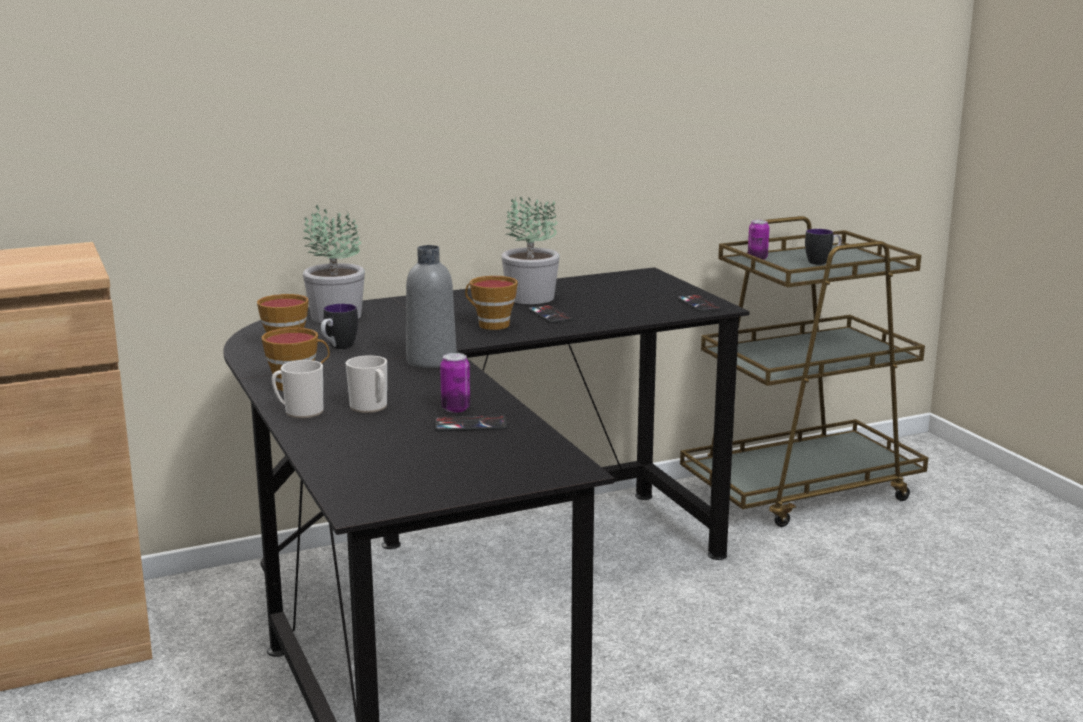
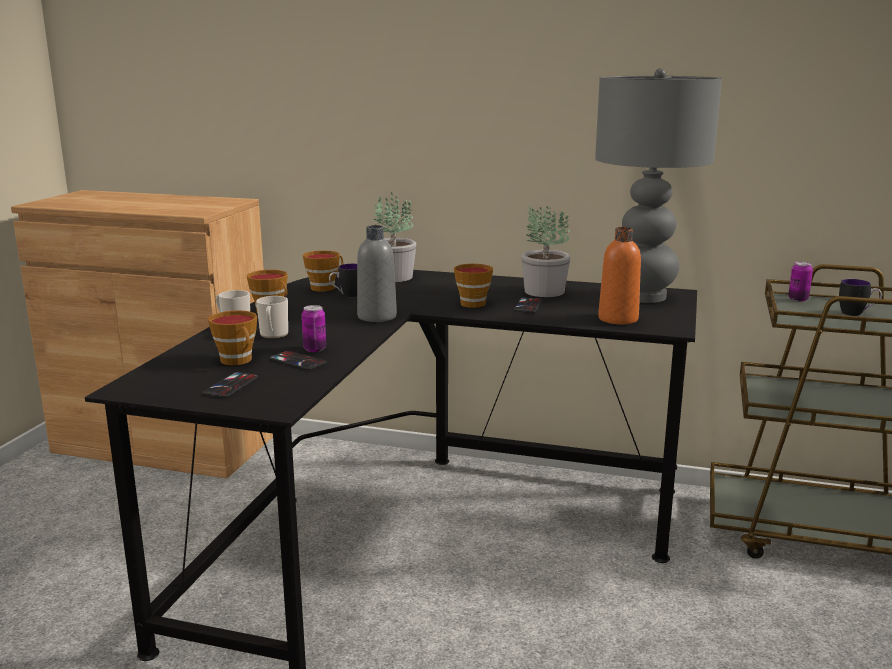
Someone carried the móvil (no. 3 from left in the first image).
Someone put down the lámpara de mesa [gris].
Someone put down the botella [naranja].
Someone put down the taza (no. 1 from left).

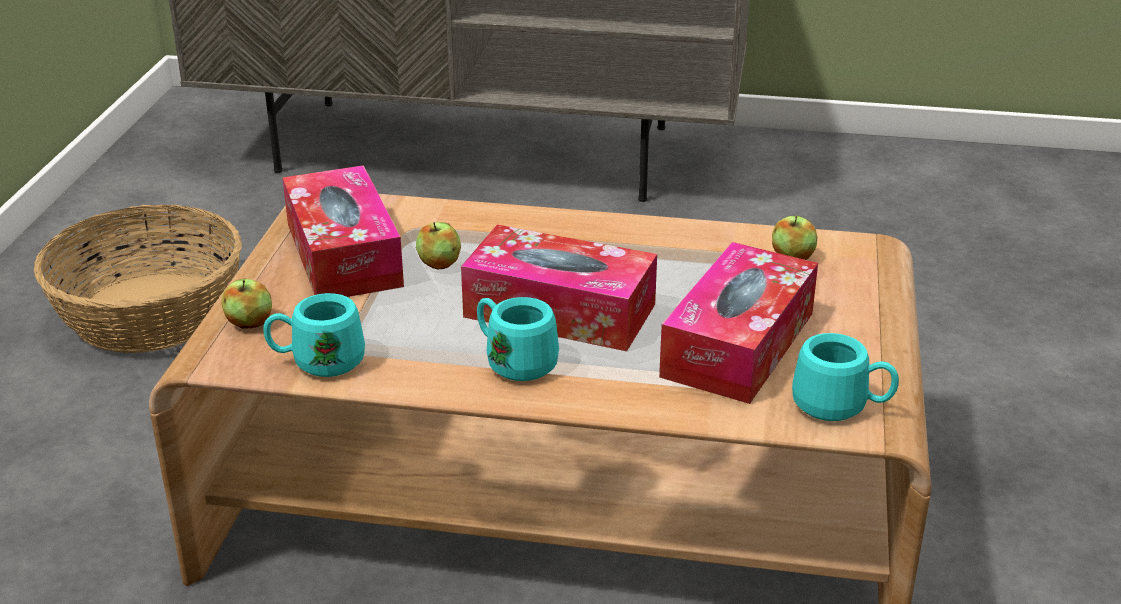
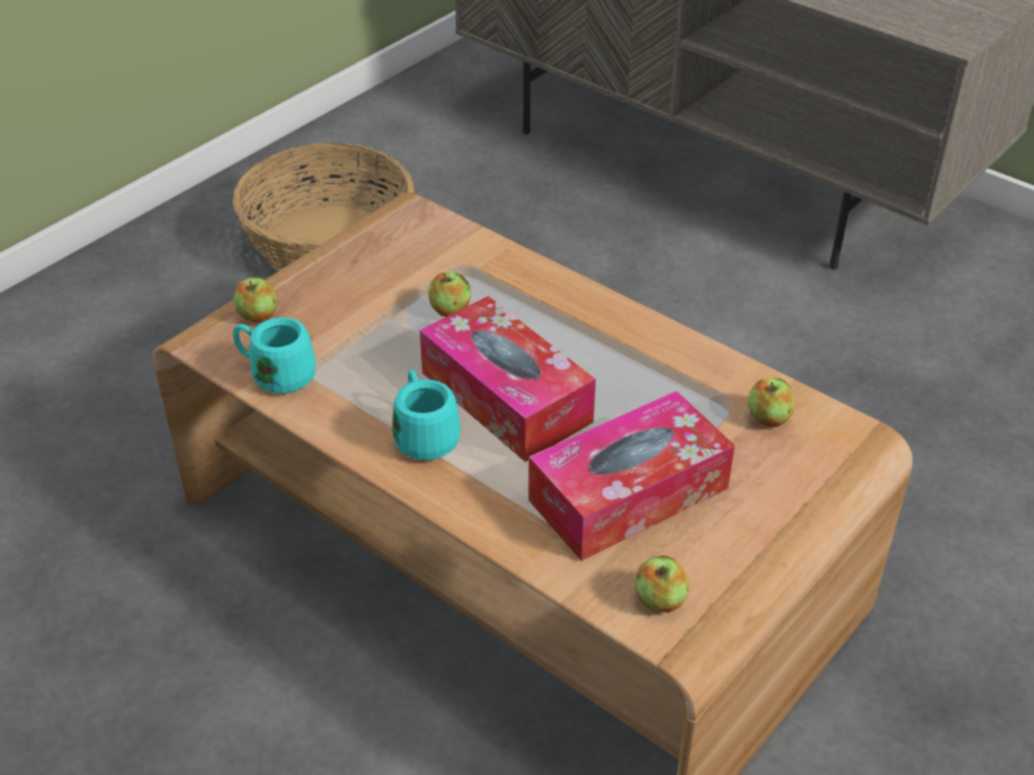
Someone took away the caja de pañuelos (no. 1 from left).
Someone swapped the taza grande [turquesa] (no. 3 from left) for the manzana (no. 3 from left).

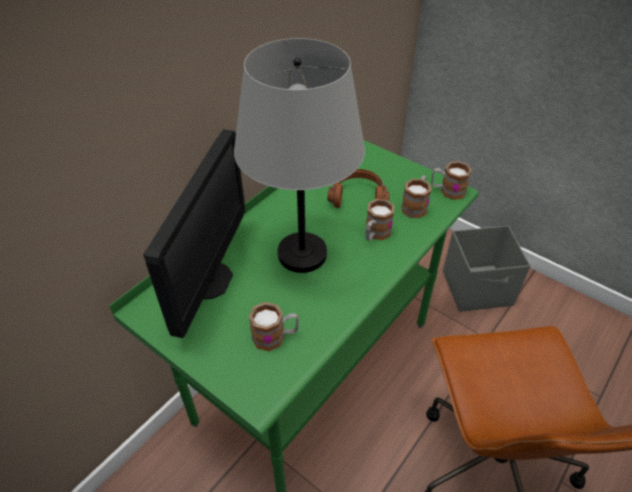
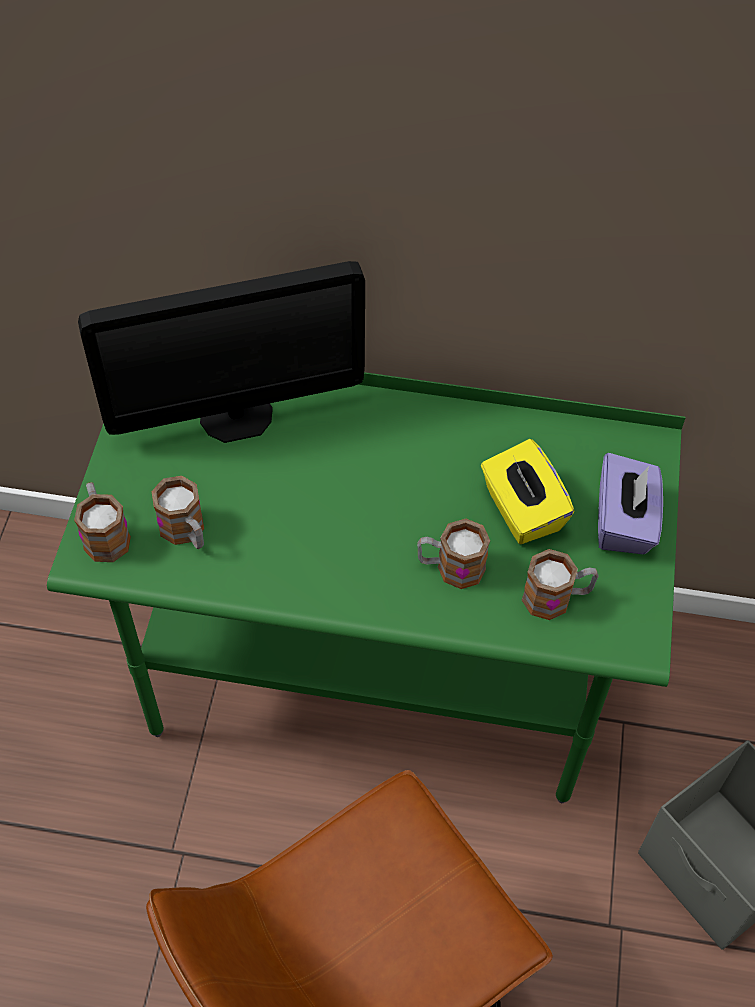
Someone took away the lámpara de mesa [gris].
Someone carried the taza grande (no. 4 from left in the first image).
Someone swapped the auriculares [marrón] for the caja de pañuelos [amarillo].
Someone put down the caja de pañuelos [morado].

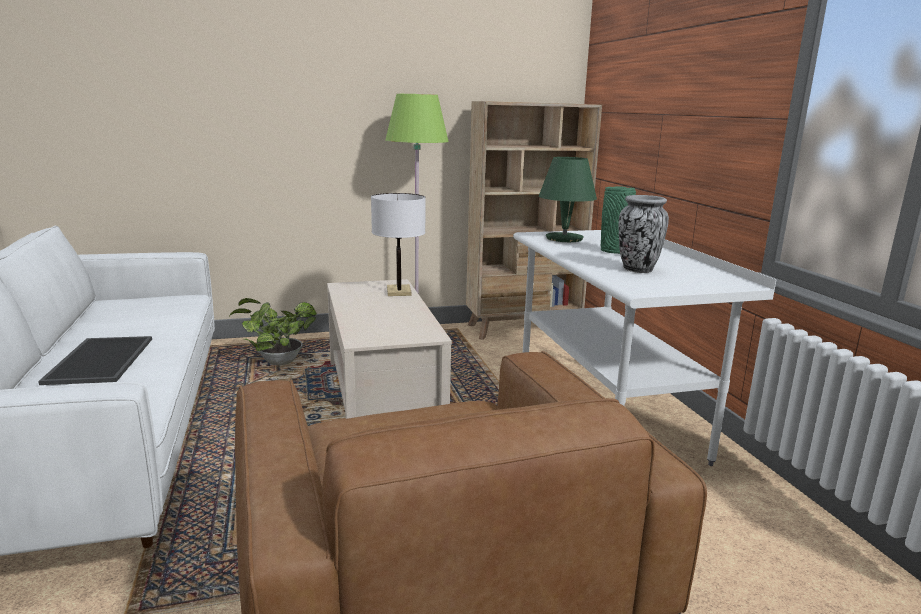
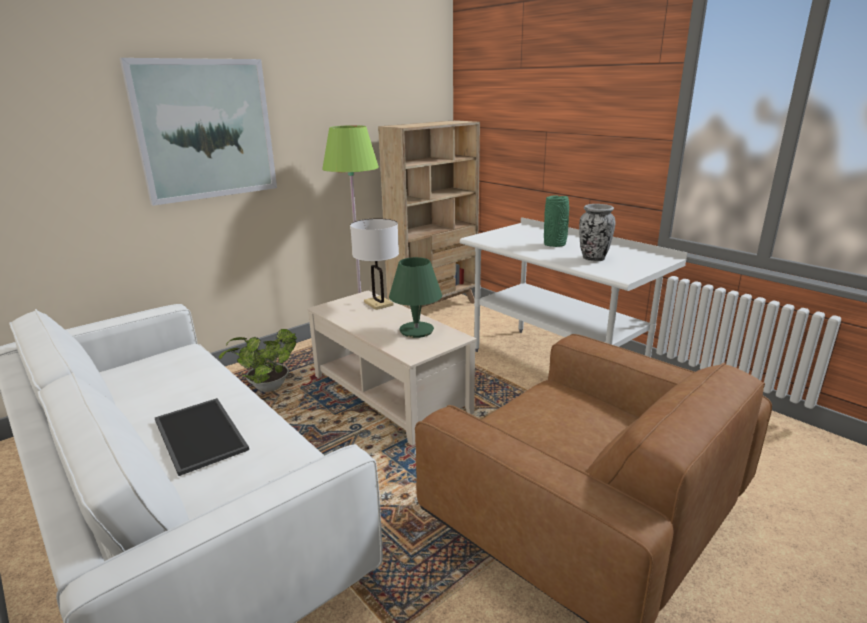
Someone carried the lámpara de mesa [verde].
Someone put up the cuadro.

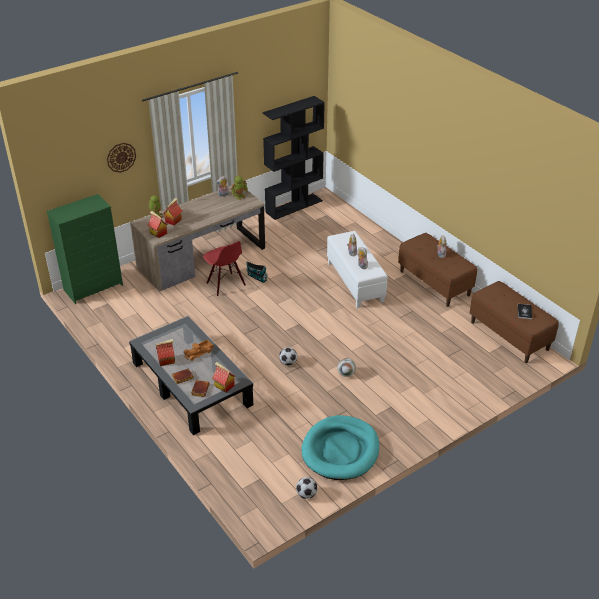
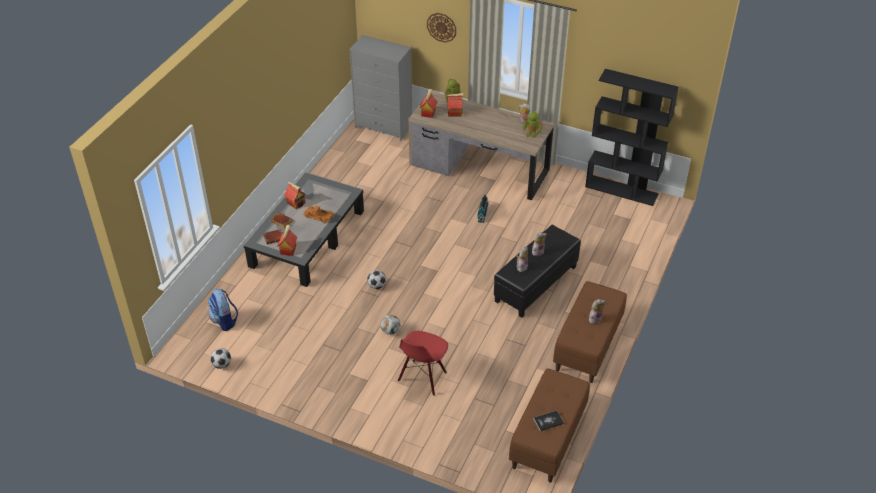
Someone repainted the cómoda [verde], which became the cómoda [gris].
Someone repainted the puf [blanco], which became the puf [negro].
Someone carried the silla [rojo].
Someone took away the cama para perro [turquesa].
Someone put down the mochila.

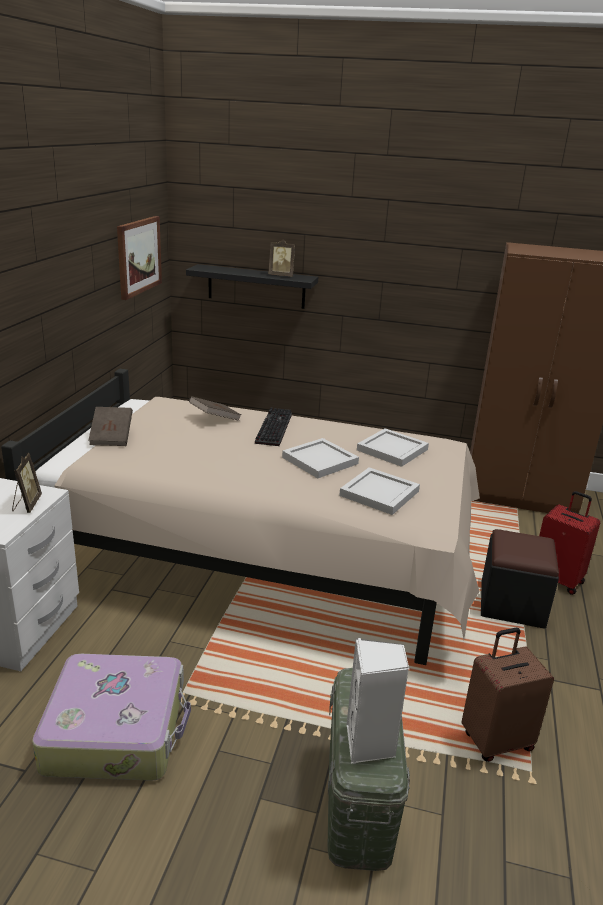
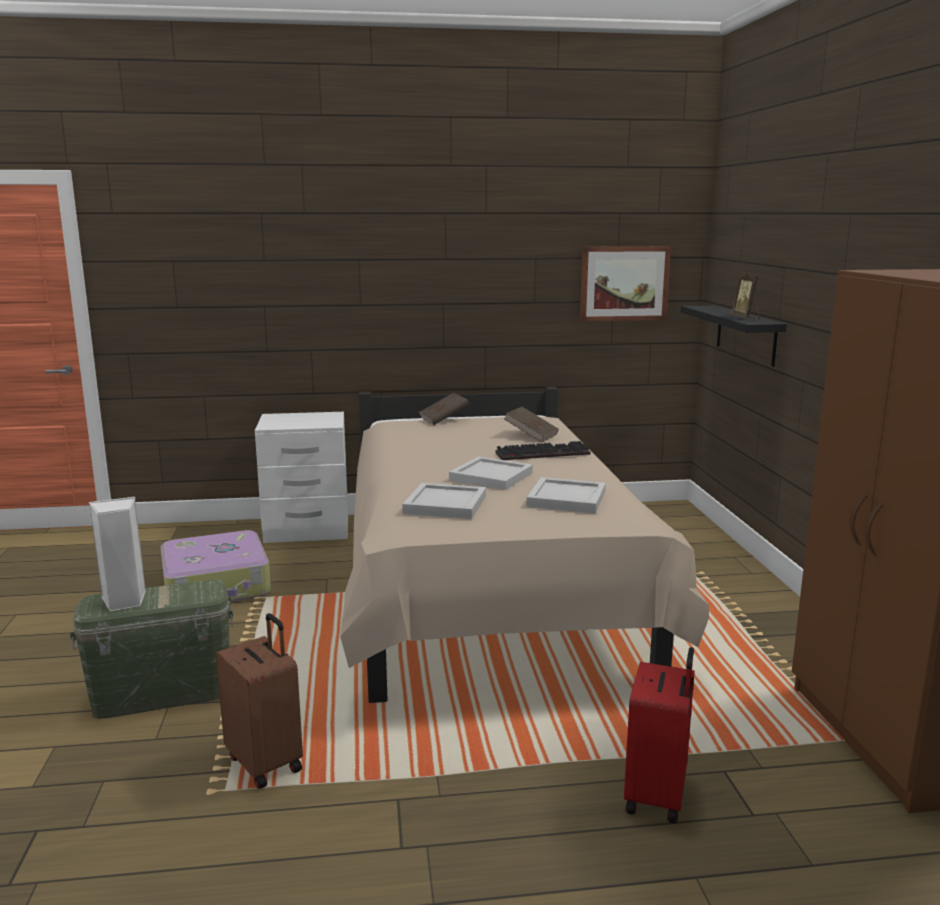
Someone took away the portarretratos (no. 1 from left).
Someone took away the puf [negro].

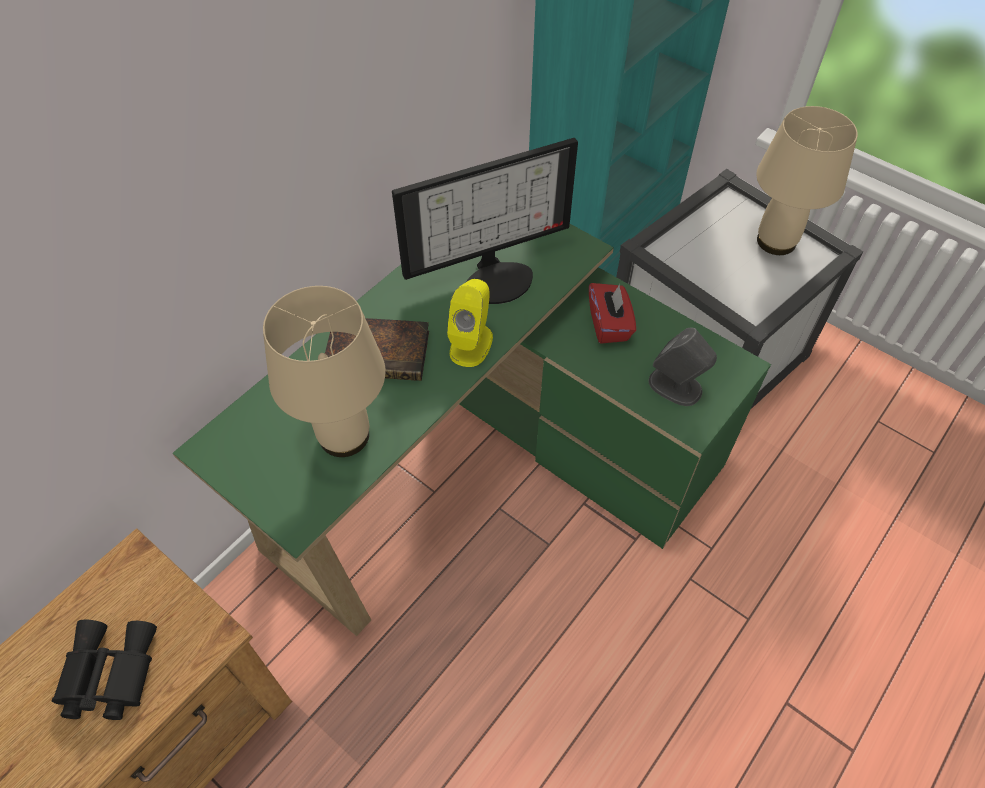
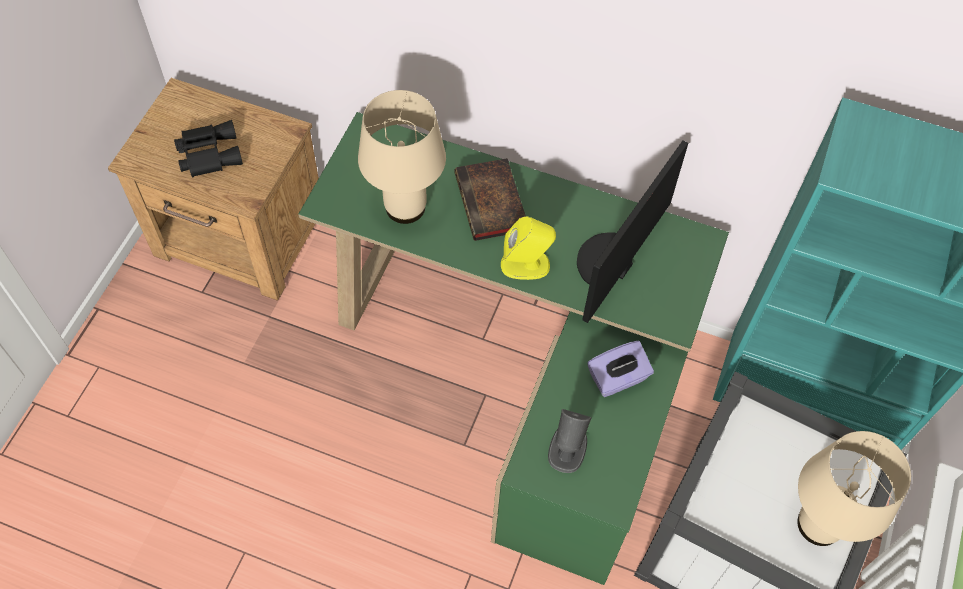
Someone rotated the monitor by 75 degrees clockwise.
Someone repainted the caja de pañuelos [rojo], which became the caja de pañuelos [morado].

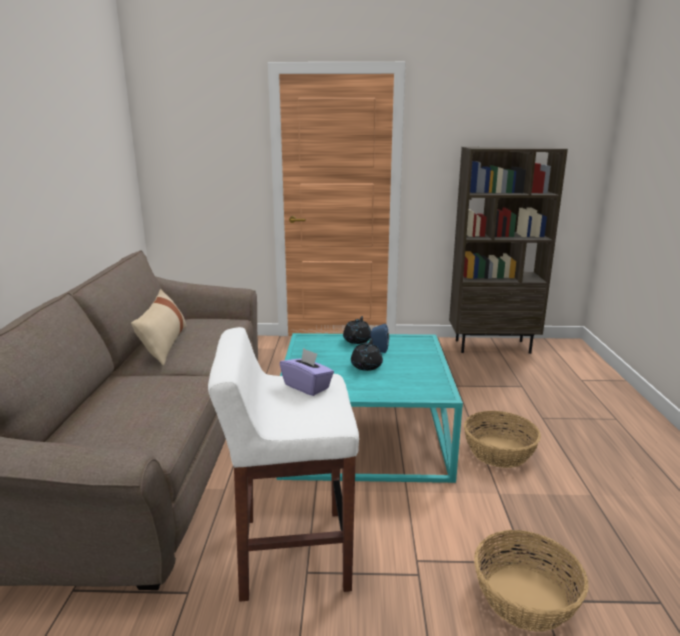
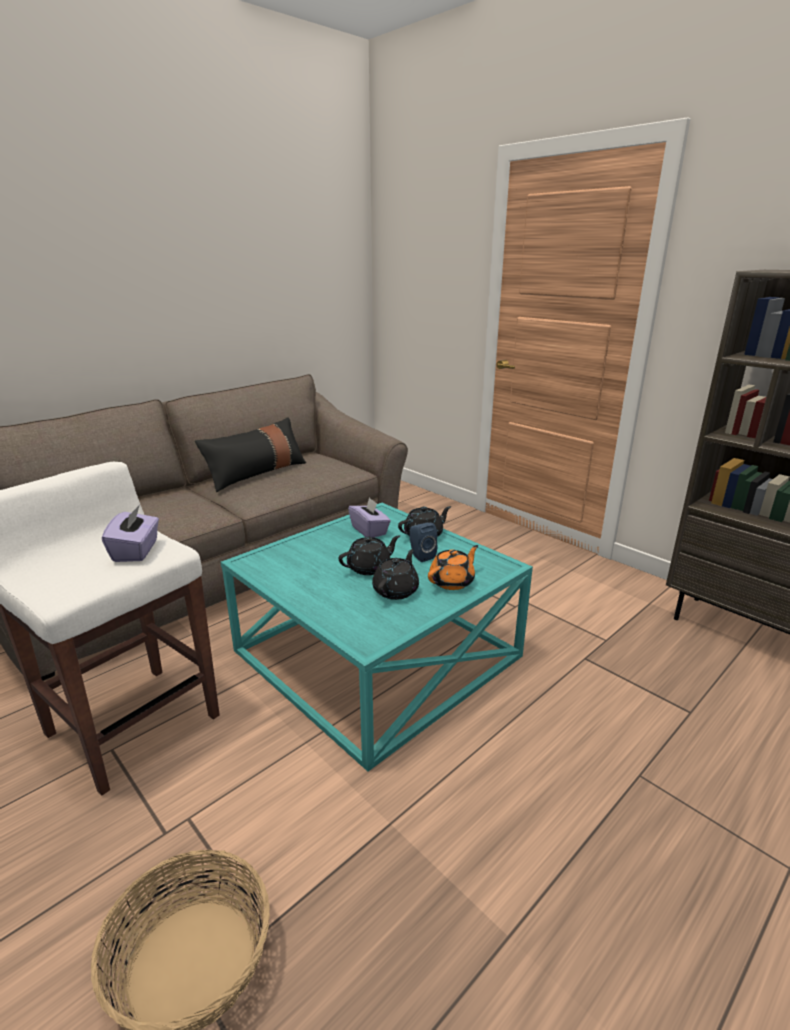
Someone repainted the cojín [beis], which became the cojín [negro].
Someone took away the cesta (no. 1 from left).
Someone put down the caja de pañuelos [morado] (no. 2 from left).
Someone put down the tetera [naranja].
Someone put down the tetera [negro] (no. 2 from left).

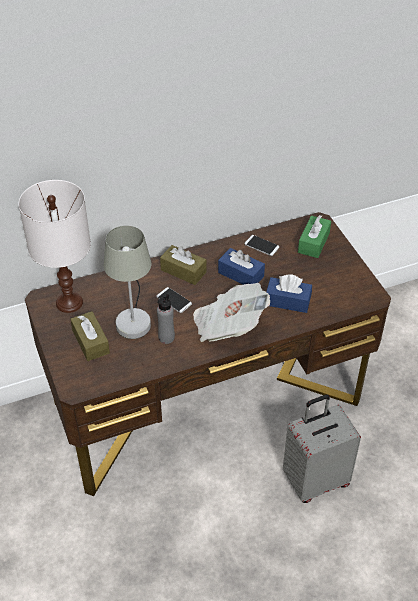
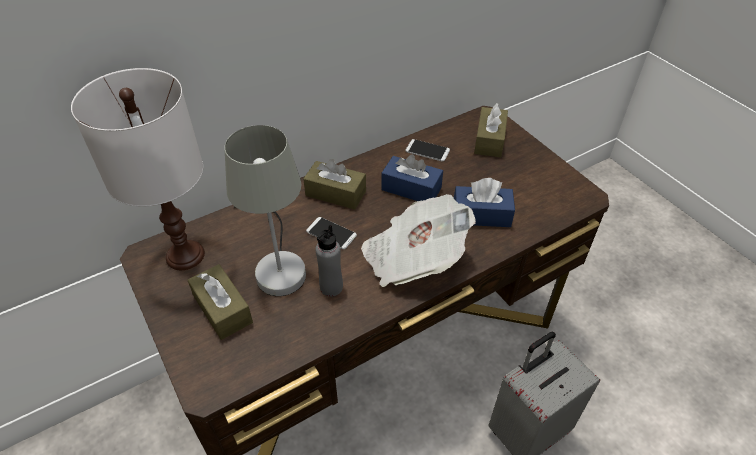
Someone repainted the caja de pañuelos [verde], which became the caja de pañuelos [marrón] (no. 3 from left).

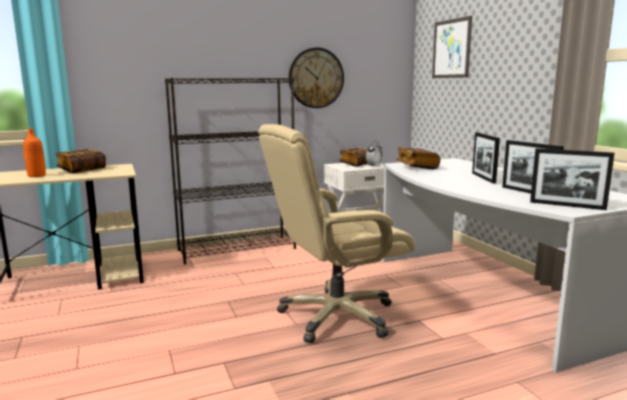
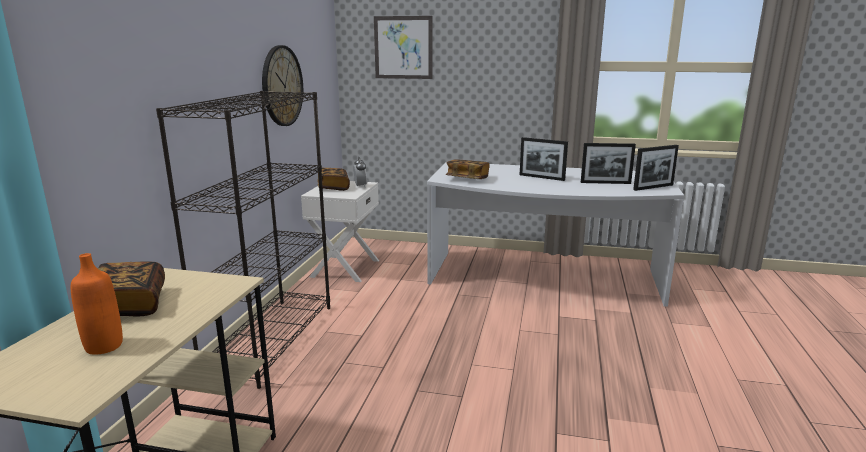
Someone took away the silla de oficina [beis].

